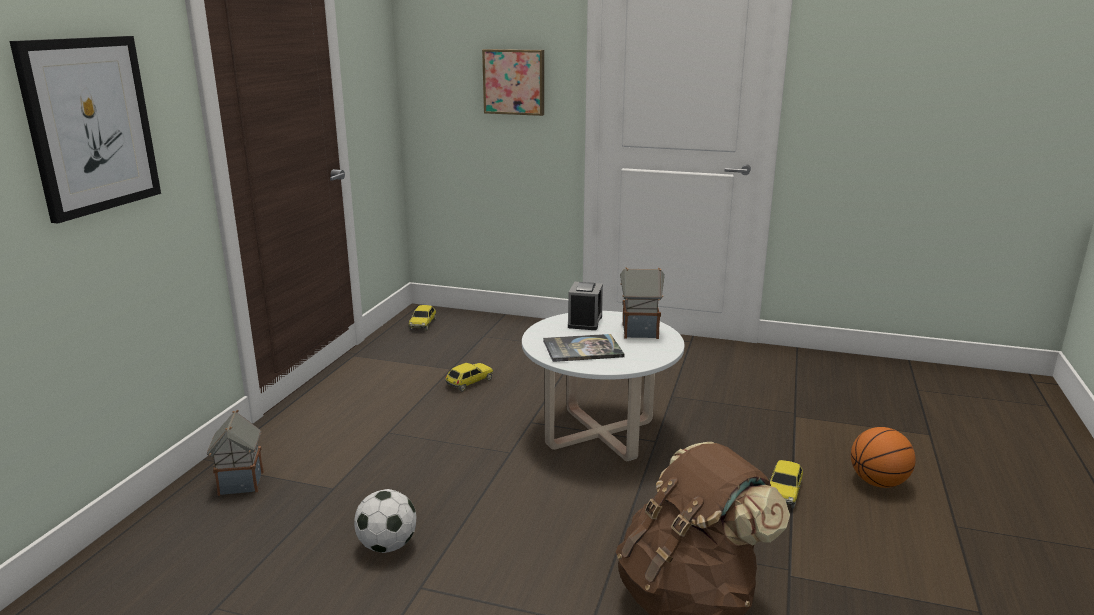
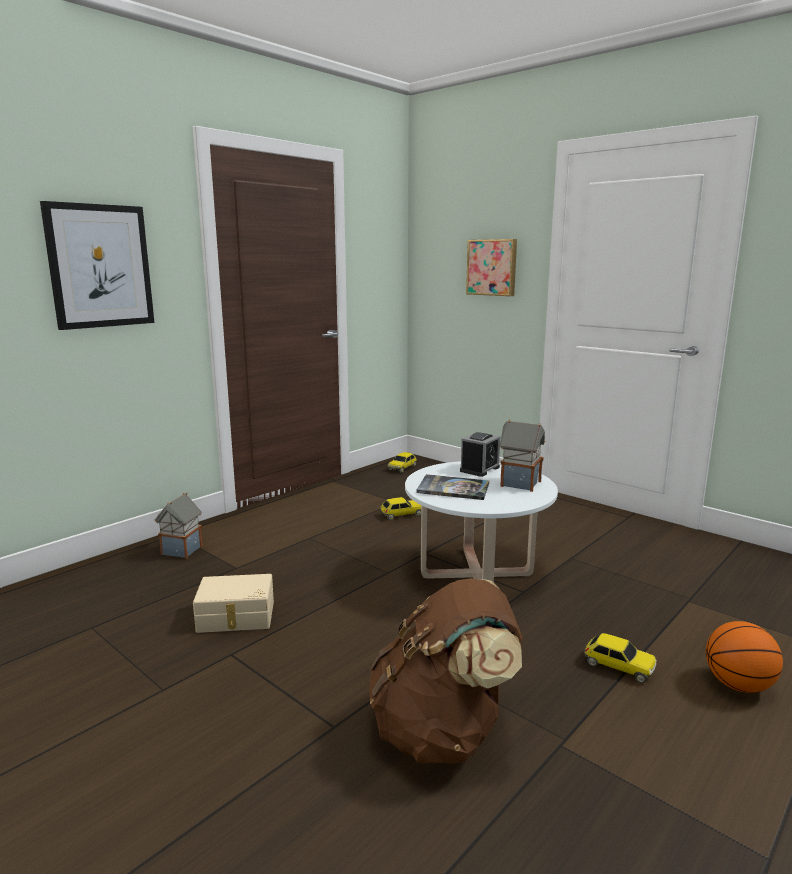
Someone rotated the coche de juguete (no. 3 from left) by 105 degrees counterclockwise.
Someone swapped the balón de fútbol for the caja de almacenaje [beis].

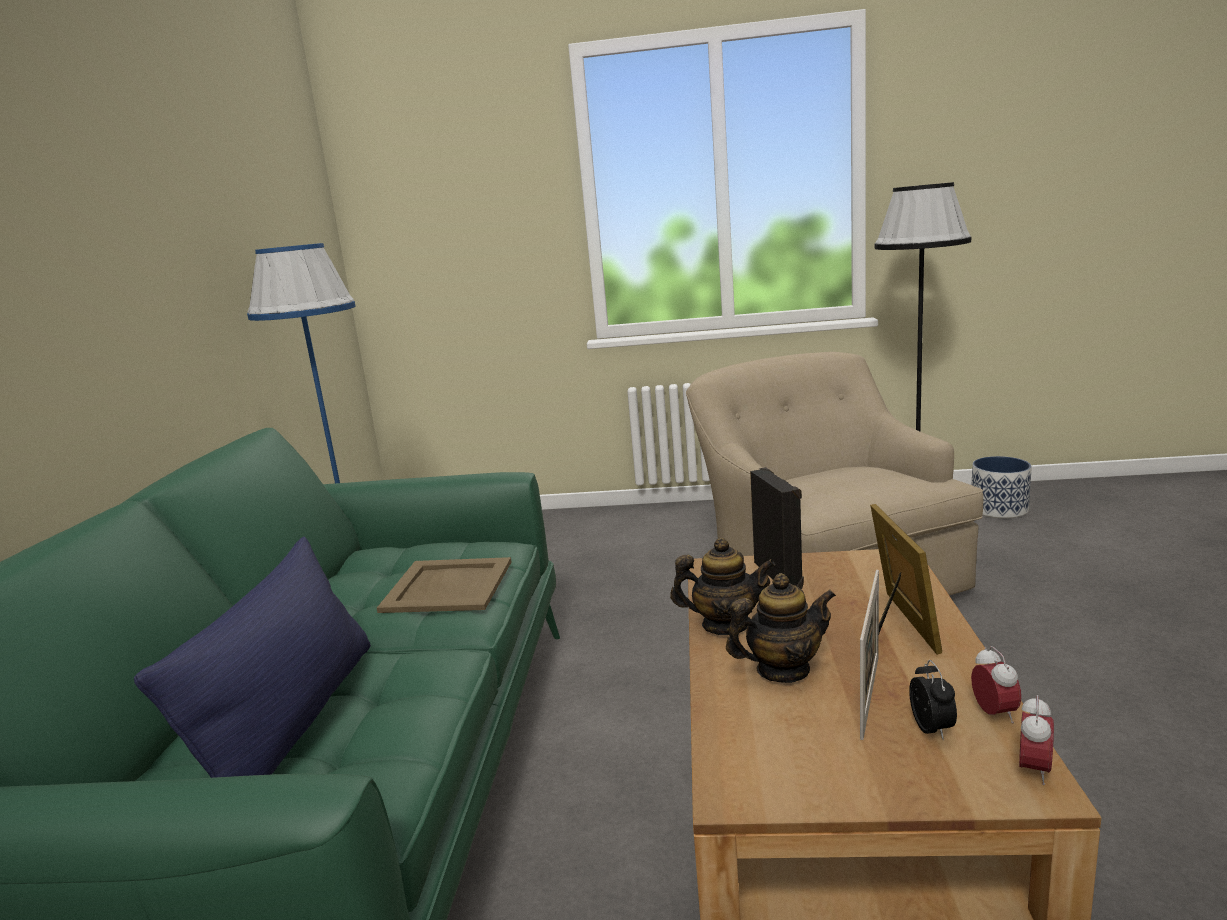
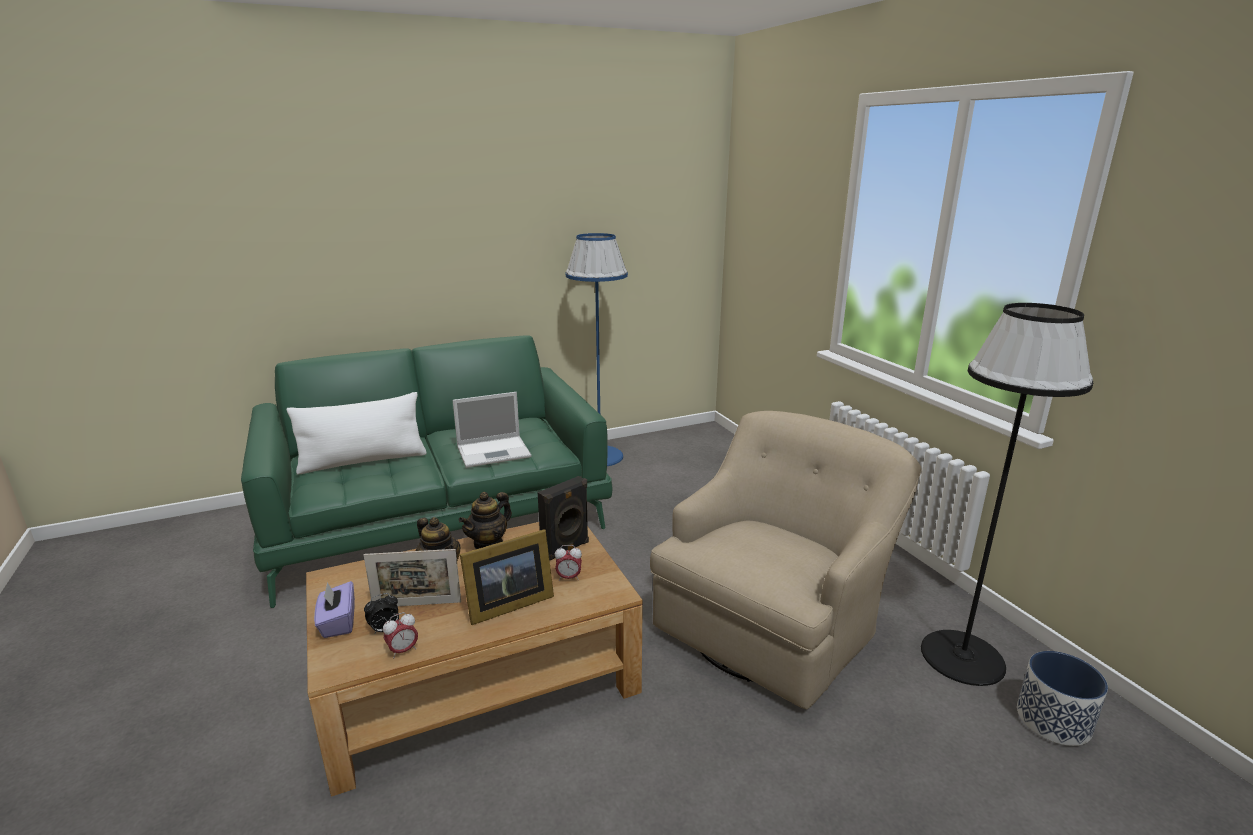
Someone repainted the cojín [azul], which became the cojín [blanco].
Someone rotated the tetera (no. 1 from left in the first image) by 60 degrees clockwise.
Someone swapped the bandeja [beis] for the portátil.
Someone carried the despertador (no. 3 from left).
Someone put down the caja de pañuelos [morado].

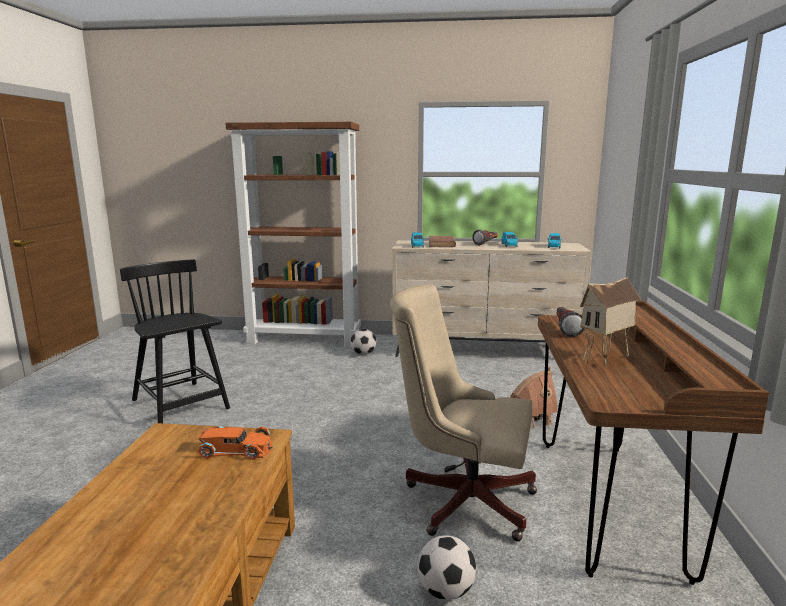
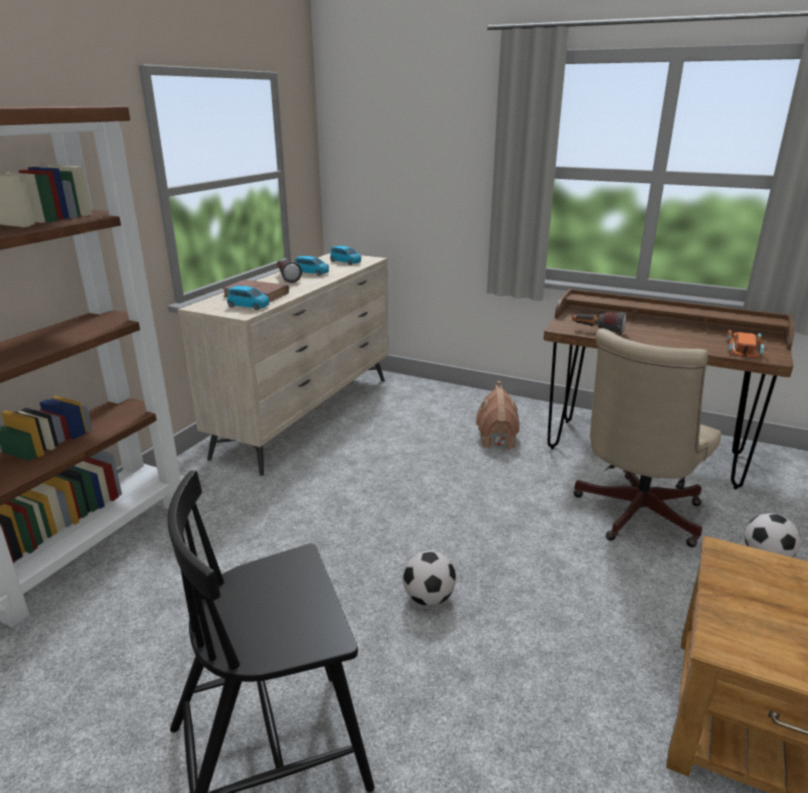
Someone took away the casita (no. 2 from left).
Someone carried the balón de fútbol (no. 1 from left).
Someone carried the coche de juguete [naranja].

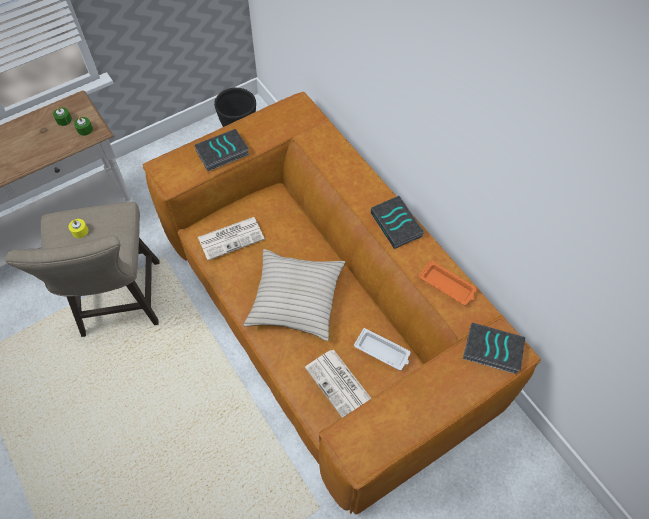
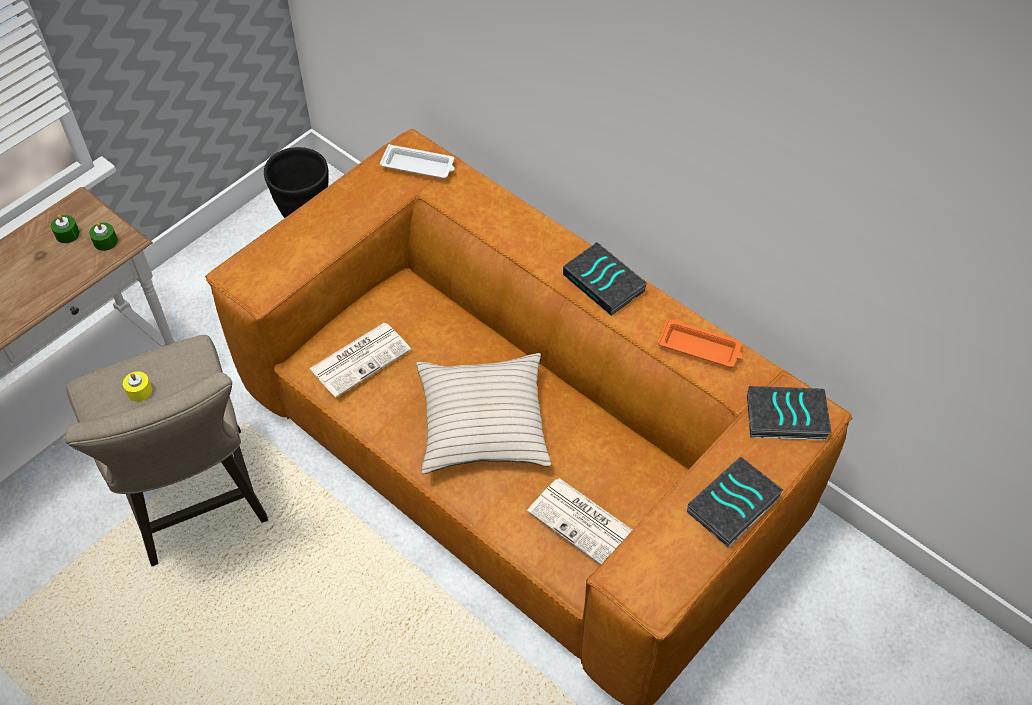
Someone carried the libro (no. 1 from left in the first image).
Someone carried the bandeja [blanco].

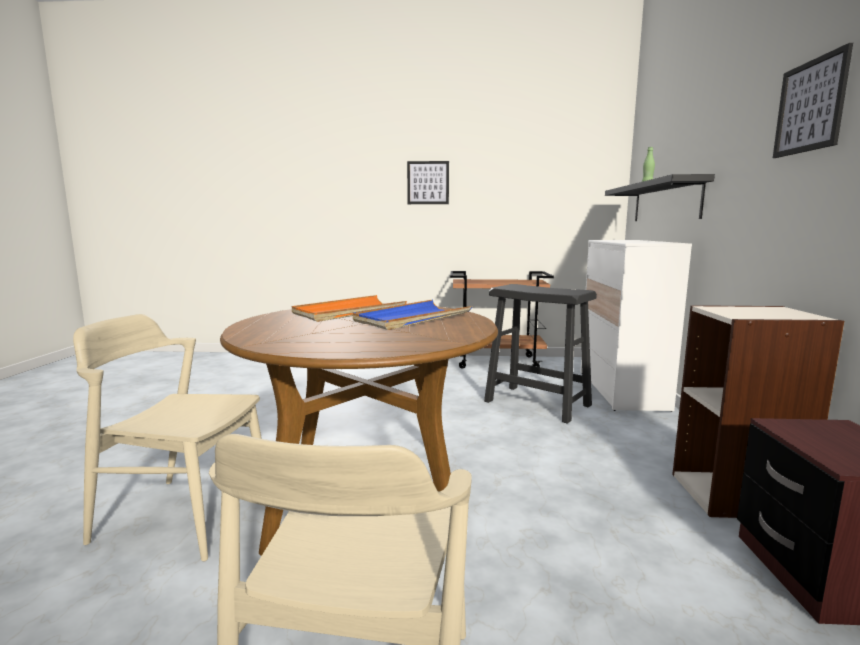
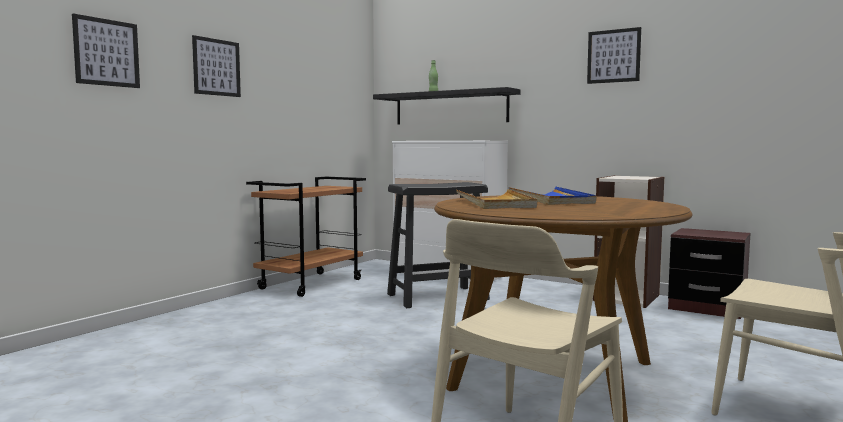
Someone repainted the bandeja [naranja], which became the bandeja [beis].
Someone put up the cuadro (no. 1 from left).

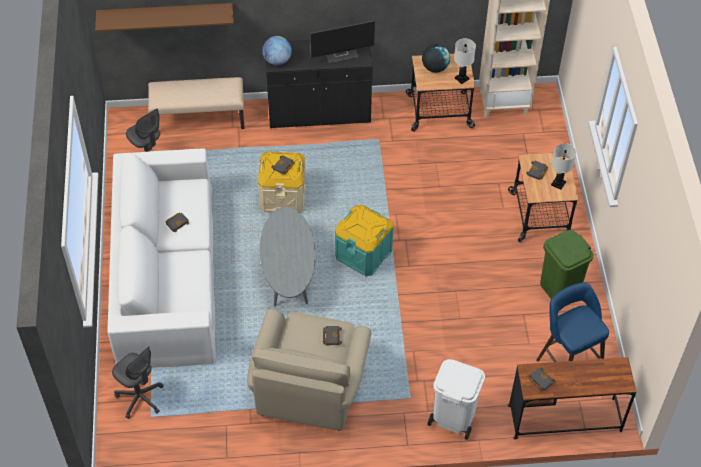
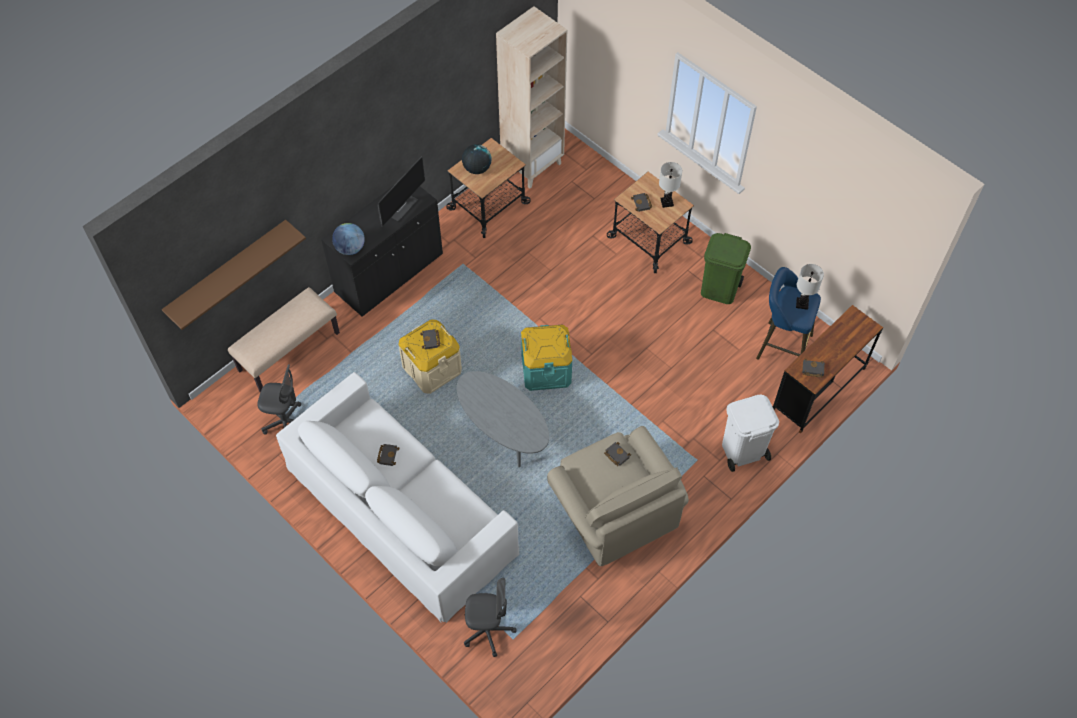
Someone carried the lámpara de mesa [blanco] (no. 1 from left in the first image).

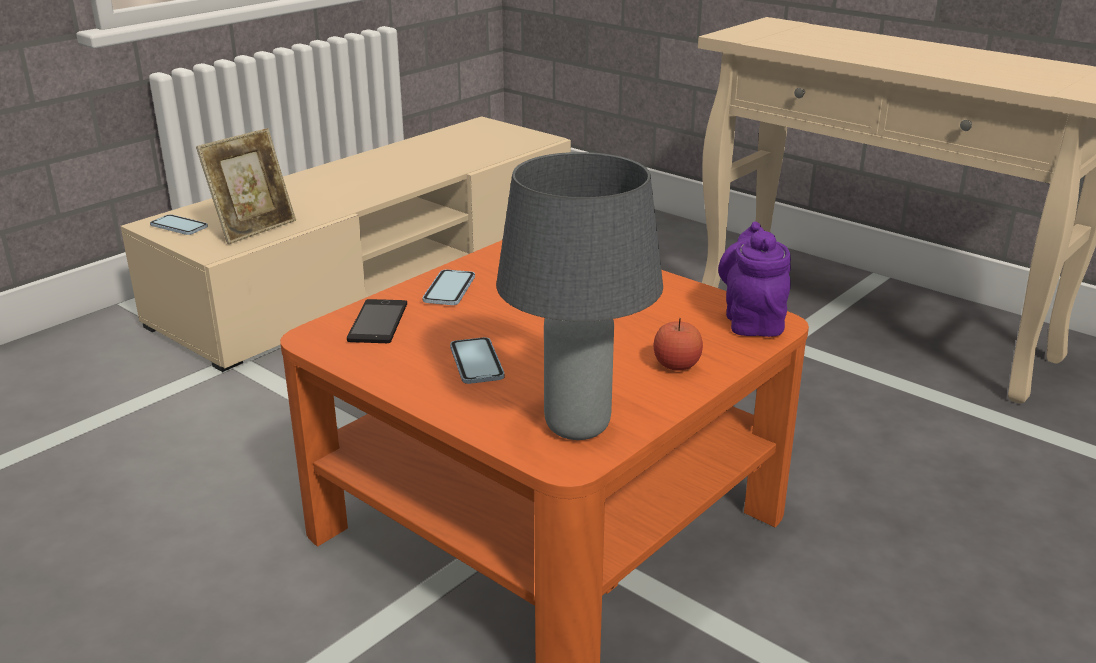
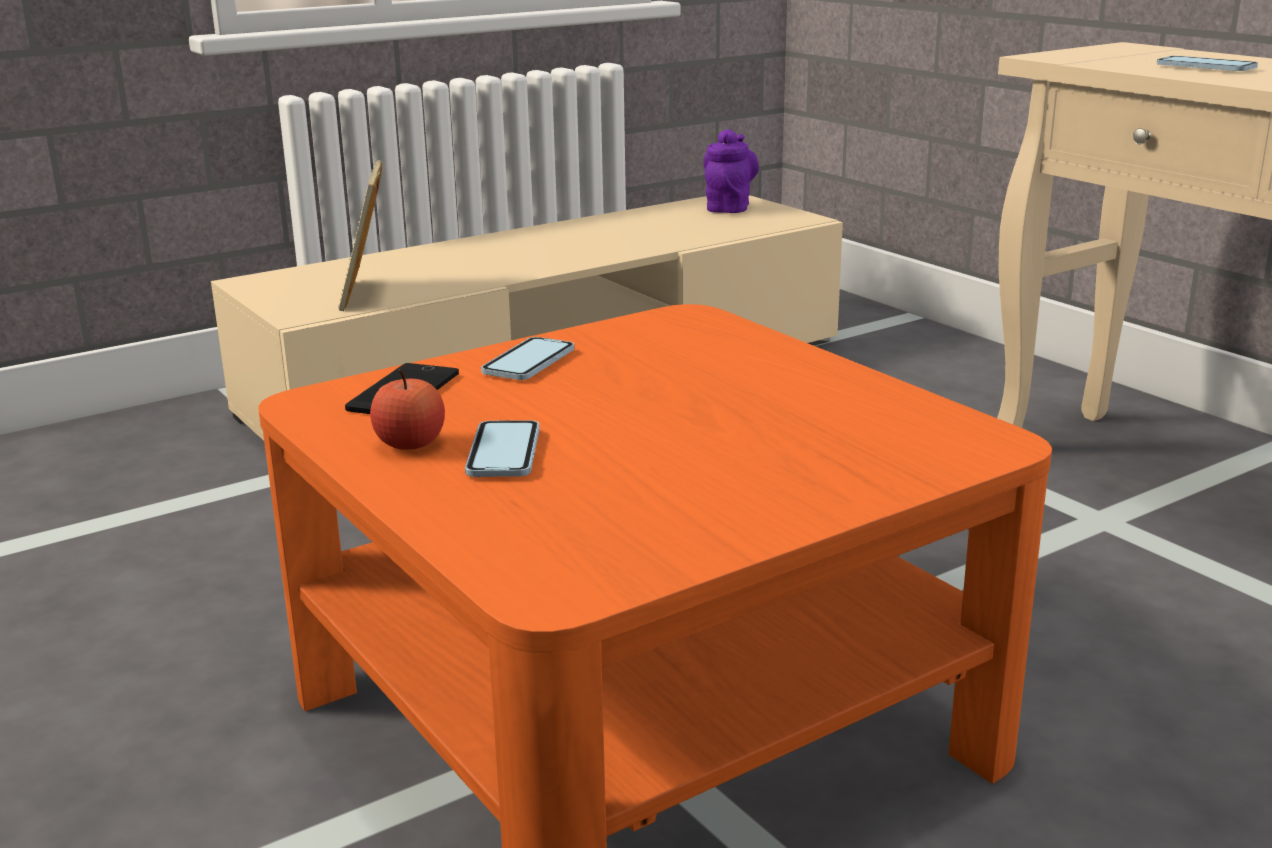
Someone rotated the portarretratos by 120 degrees clockwise.
Someone took away the lámpara de mesa [gris].
Someone carried the móvil (no. 1 from left in the first image).
Someone carried the tetera [morado].
Someone carried the manzana.

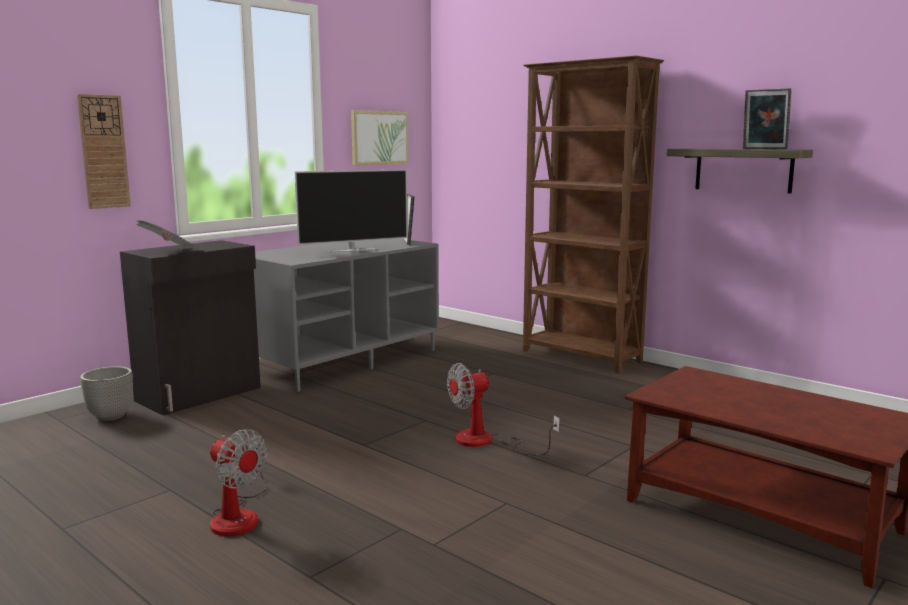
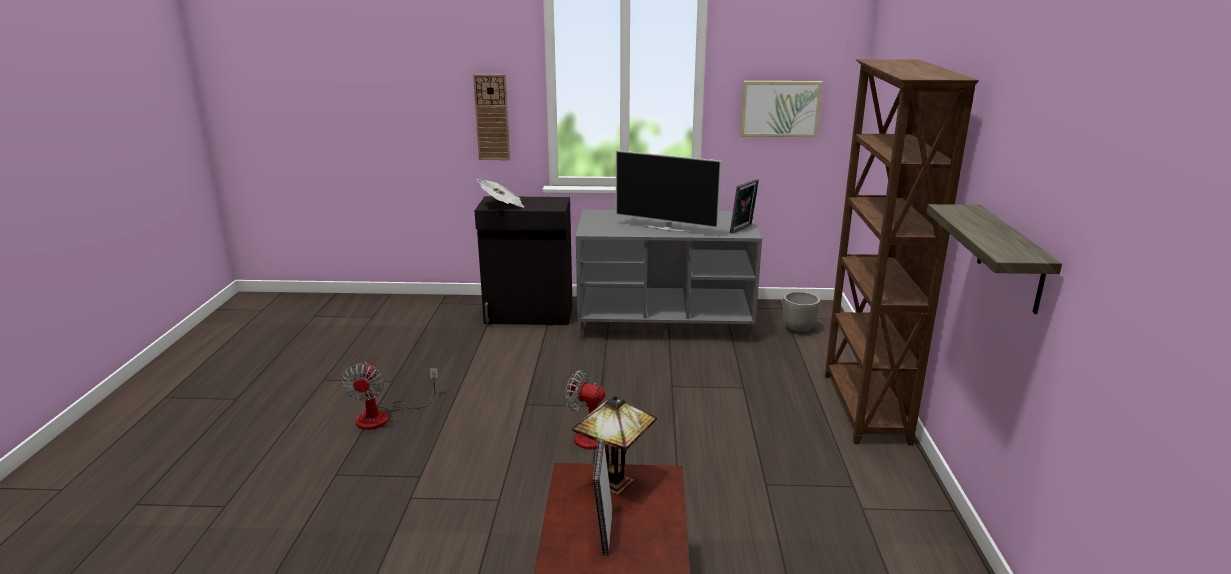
Someone carried the portarretratos (no. 2 from left in the first image).
Someone carried the maceta.
Someone put down the lámpara de mesa.

